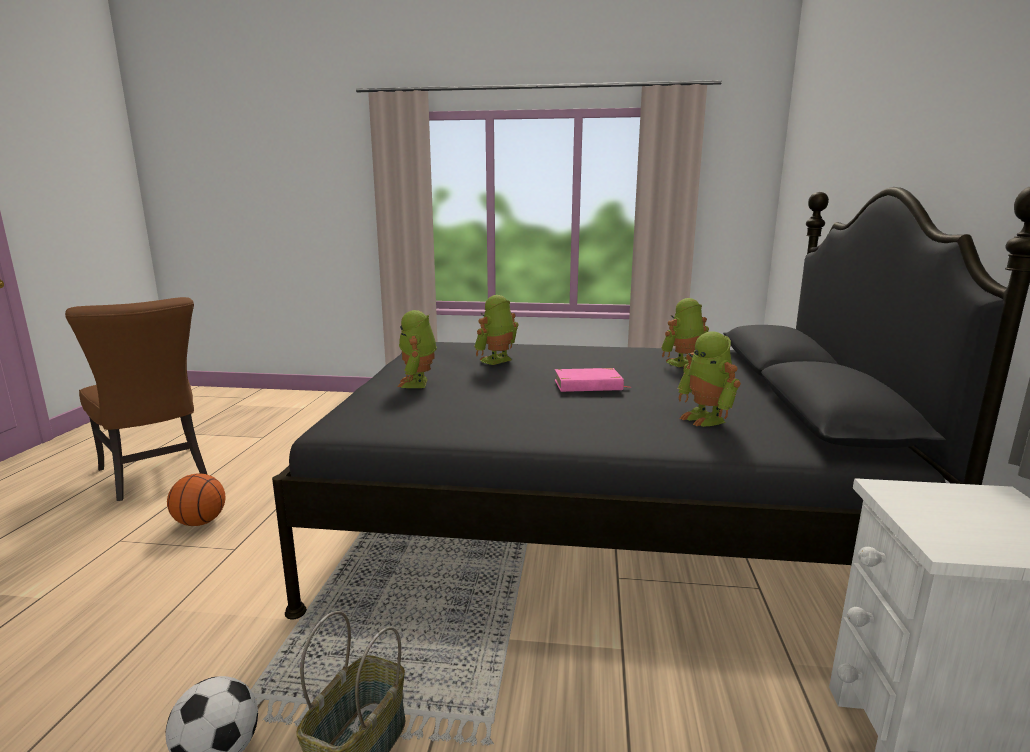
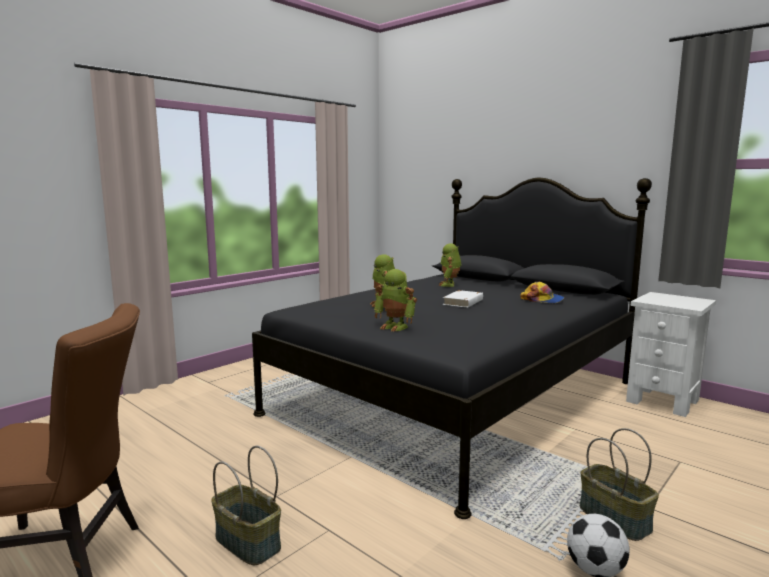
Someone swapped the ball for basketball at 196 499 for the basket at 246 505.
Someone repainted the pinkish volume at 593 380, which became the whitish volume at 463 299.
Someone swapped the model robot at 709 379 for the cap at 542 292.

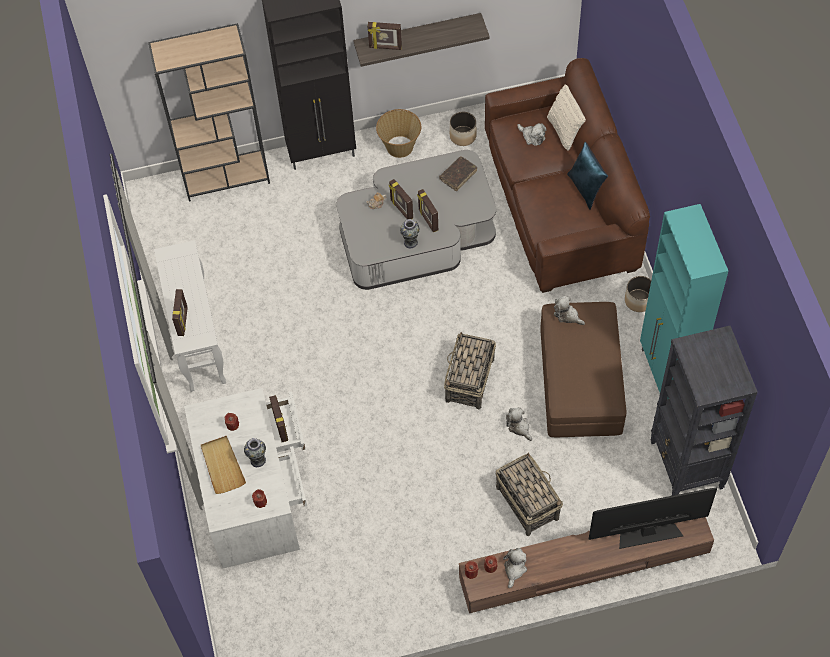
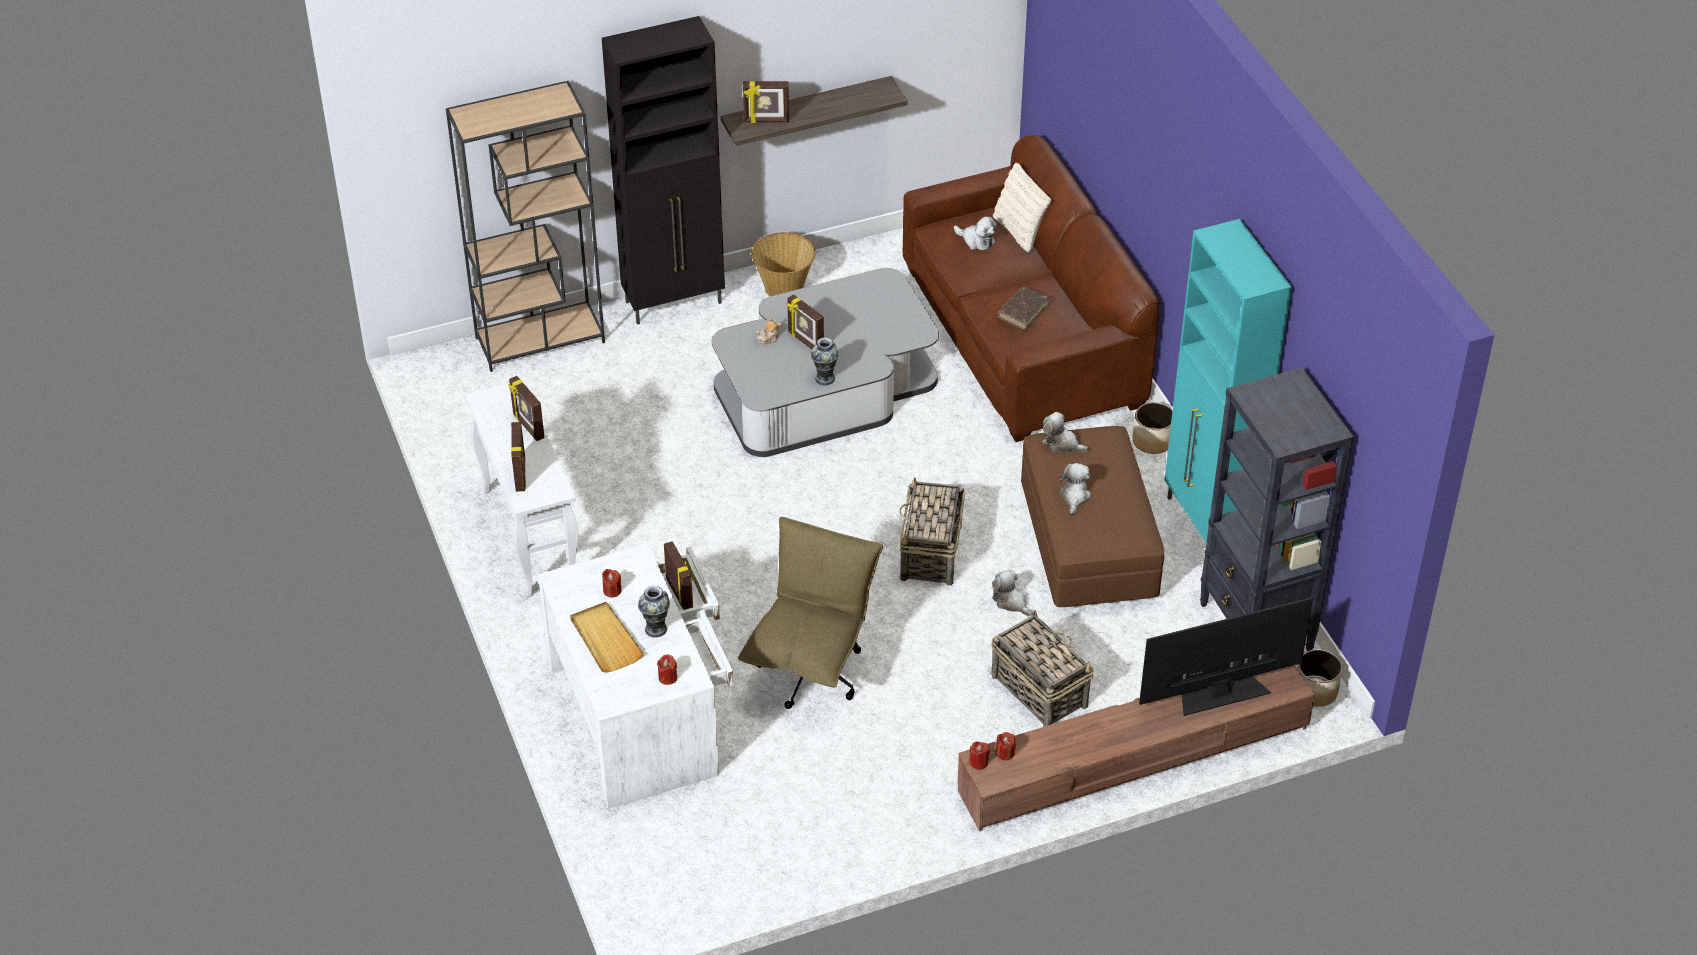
Someone carried the photo frame from 427 210 to 526 408.
Someone put down the sand-coloured desk chair at 810 613.
Someone carried the brown volume from 458 173 to 1023 308.
Someone carried the cuddly toy from 515 568 to 1074 489.
Someone carried the plant pot from 463 129 to 1319 678.
Someone took away the blue throw pillow at 587 176.

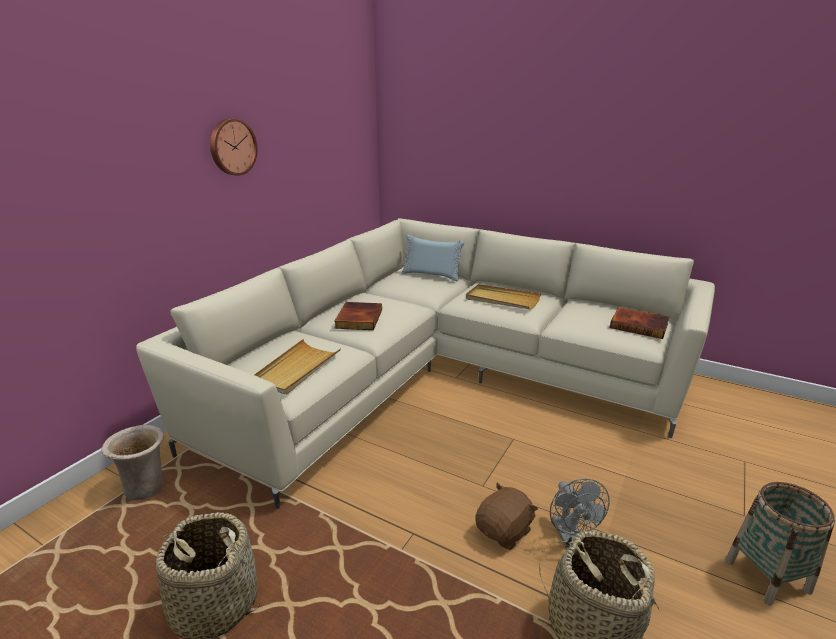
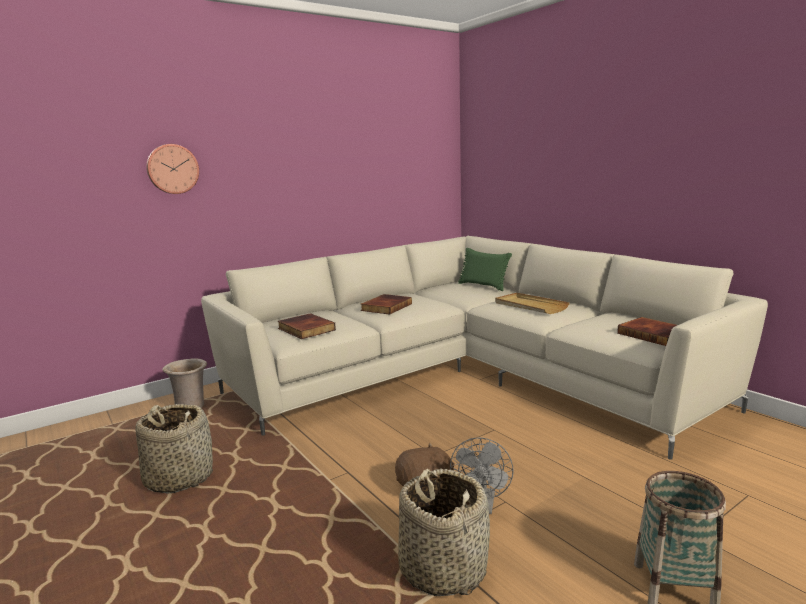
Someone carried the wall clock from 234 147 to 172 169.
Someone swapped the sand-coloured carrying tray at 297 367 for the volume at 307 326.
Someone repainted the blue throw pillow at 433 258, which became the greenish throw pillow at 485 269.

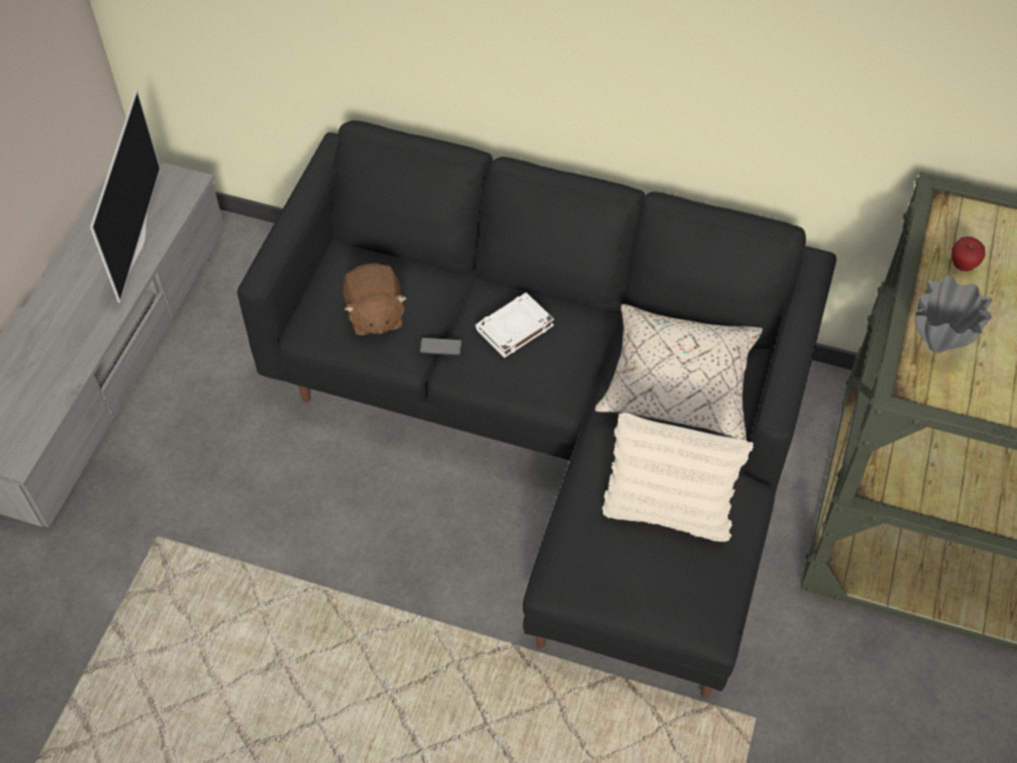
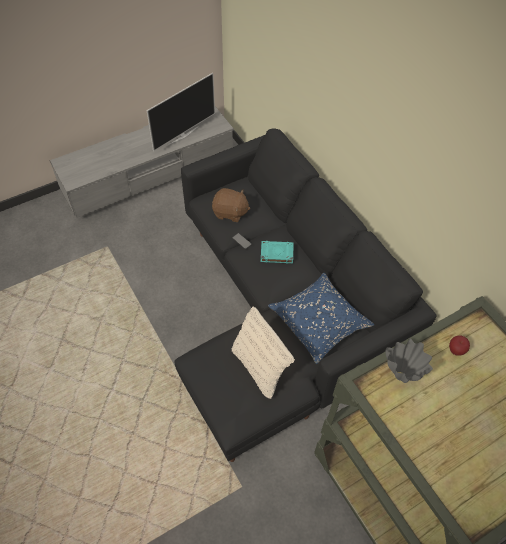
Someone rotated the brown cuddly toy at 375 299 by 105 degrees counterclockwise.
Someone repainted the whitish volume at 514 325, which became the turquoise volume at 277 252.
Someone repainted the sand-coloured throw pillow at 679 372, which became the blue throw pillow at 321 318.

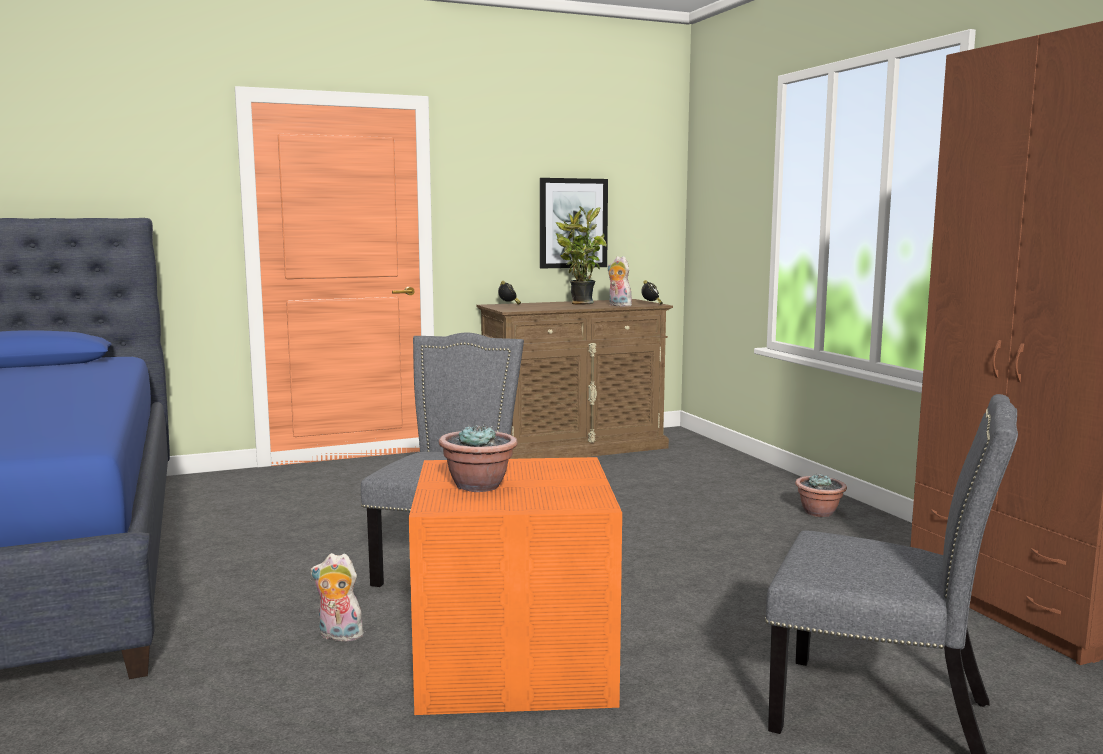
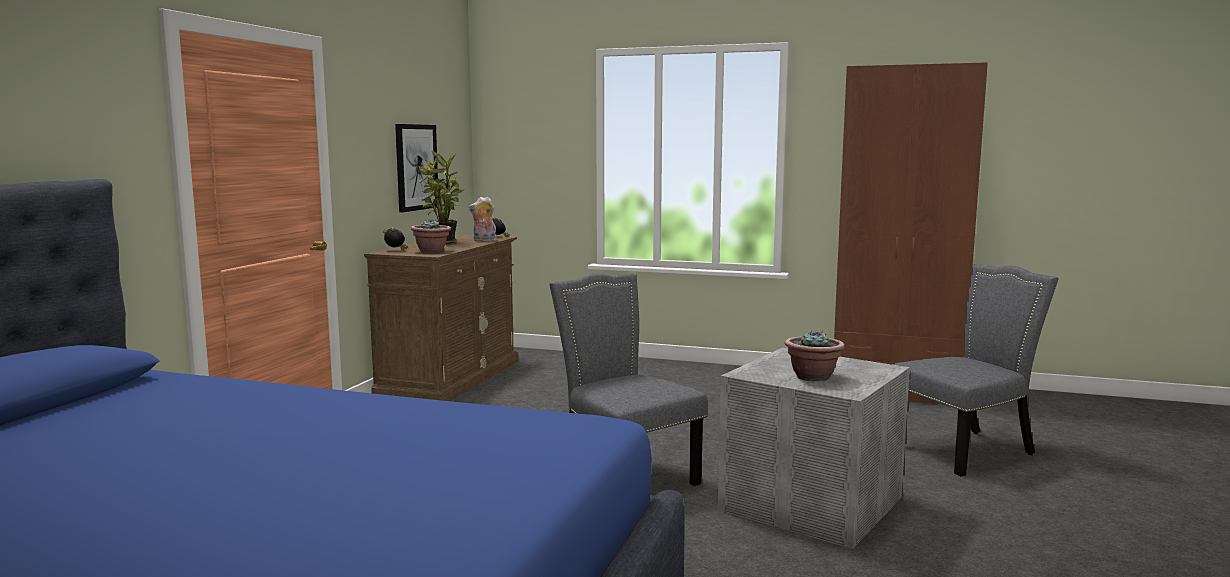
Someone carried the potted plant from 821 495 to 431 236.
Someone repainted the orange storage box at 515 586, which became the grey storage box at 814 448.
Someone took away the cuddly toy at 338 597.

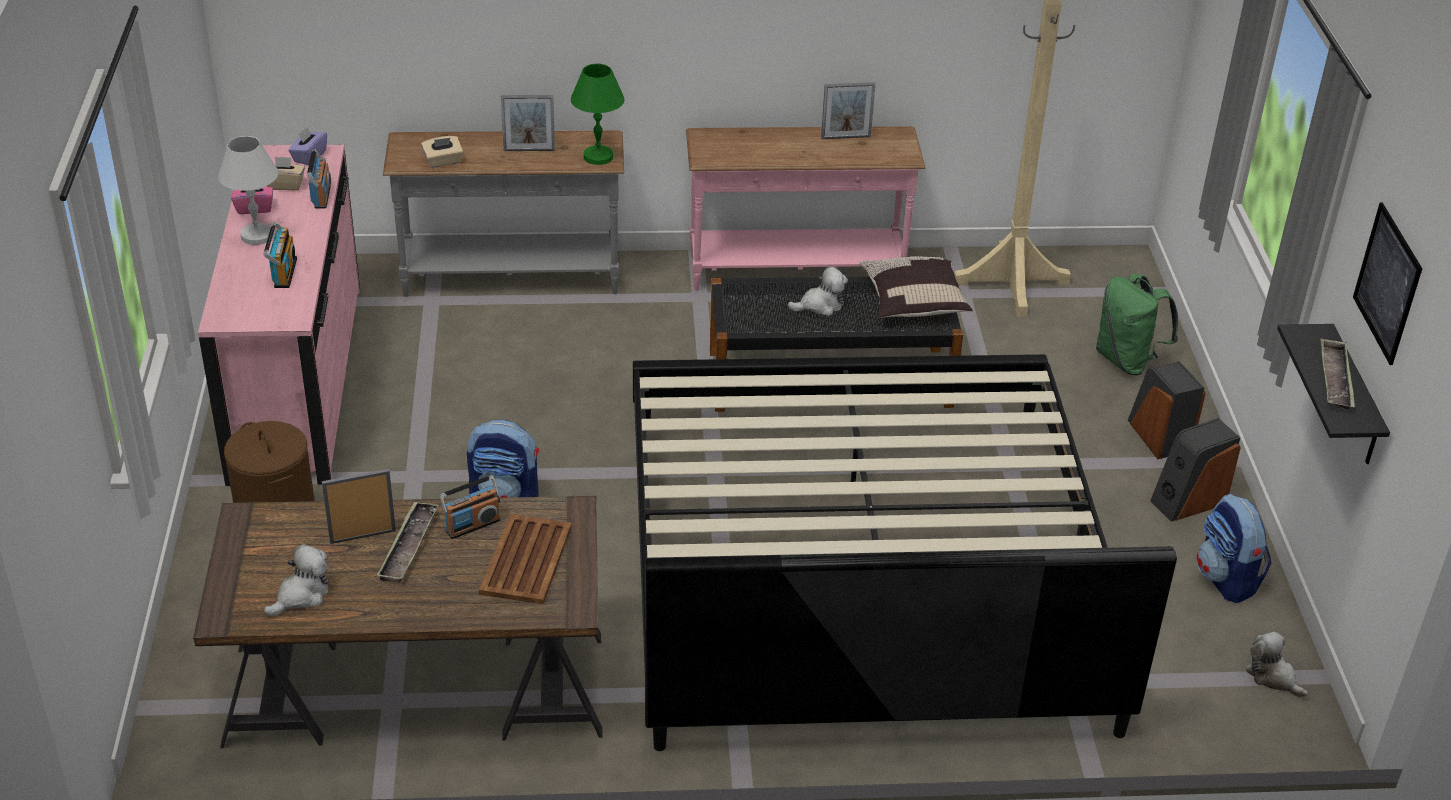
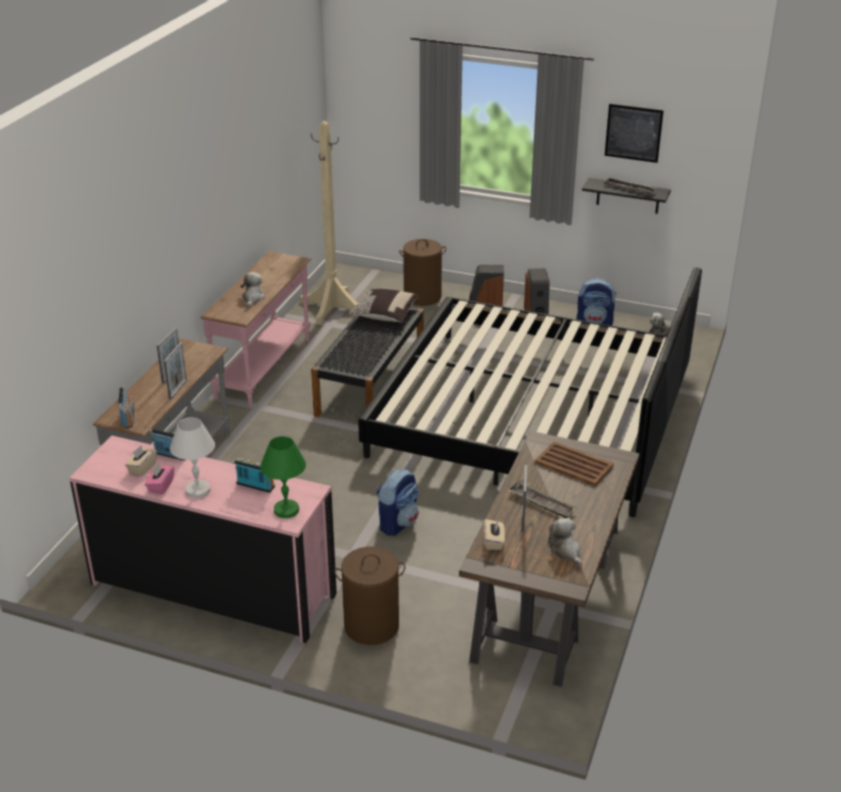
Someone carried the radio set from 470 507 to 126 407.
Someone carried the photo frame from 848 110 to 175 371.
Someone carried the cuddly toy from 818 291 to 252 289.
Someone carried the greenish table lamp from 597 114 to 283 477.
Someone swapped the greenish backpack at 1137 324 for the brown laundry basket at 422 272.
Someone carried the sand-coloured tissue holder from 442 152 to 494 534.
Someone took away the purple tissue holder at 307 145.

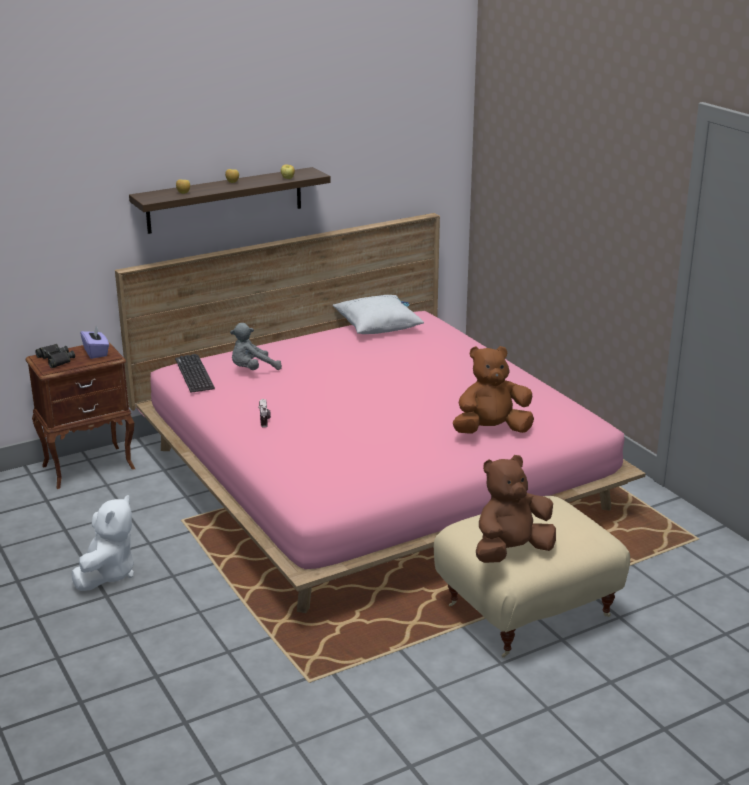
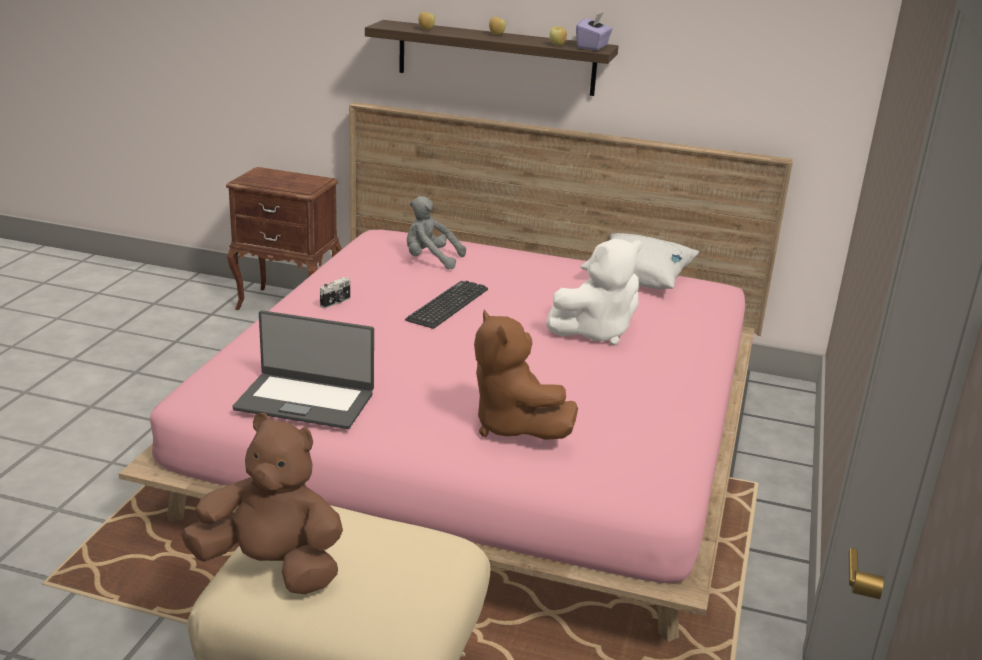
Someone put down the laptop at 303 369.
Someone carried the computer keyboard from 195 373 to 446 305.
Someone rotated the brown cuddly toy at 493 390 by 150 degrees counterclockwise.
Someone carried the whitish cuddly toy from 103 543 to 594 292.
Someone carried the purple tissue holder from 94 343 to 594 31.
Someone took away the blackish pair of binoculars at 55 356.

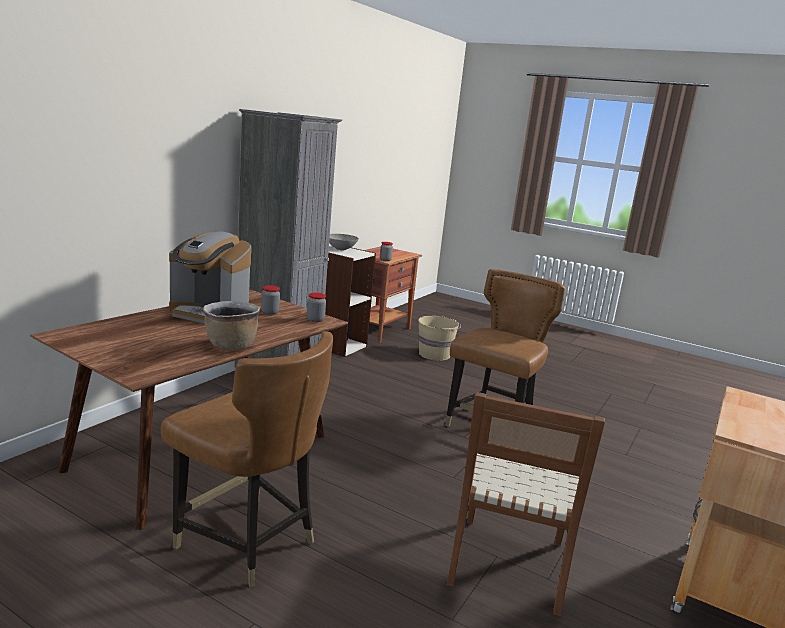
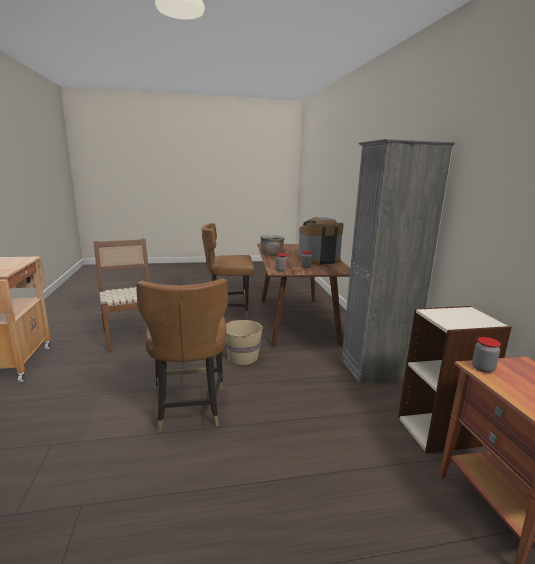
Someone carried the sand-coloured water bucket from 439 338 to 244 342.
Someone took away the grey serving bowl at 344 242.

